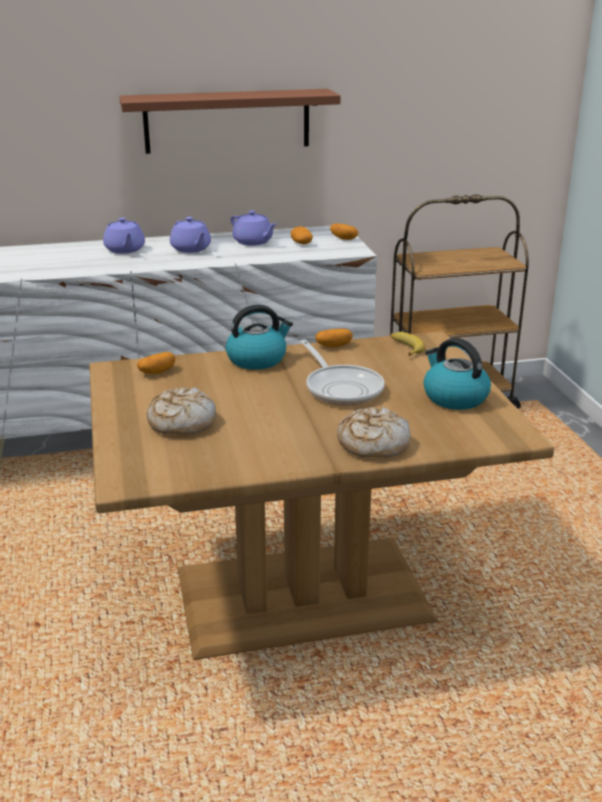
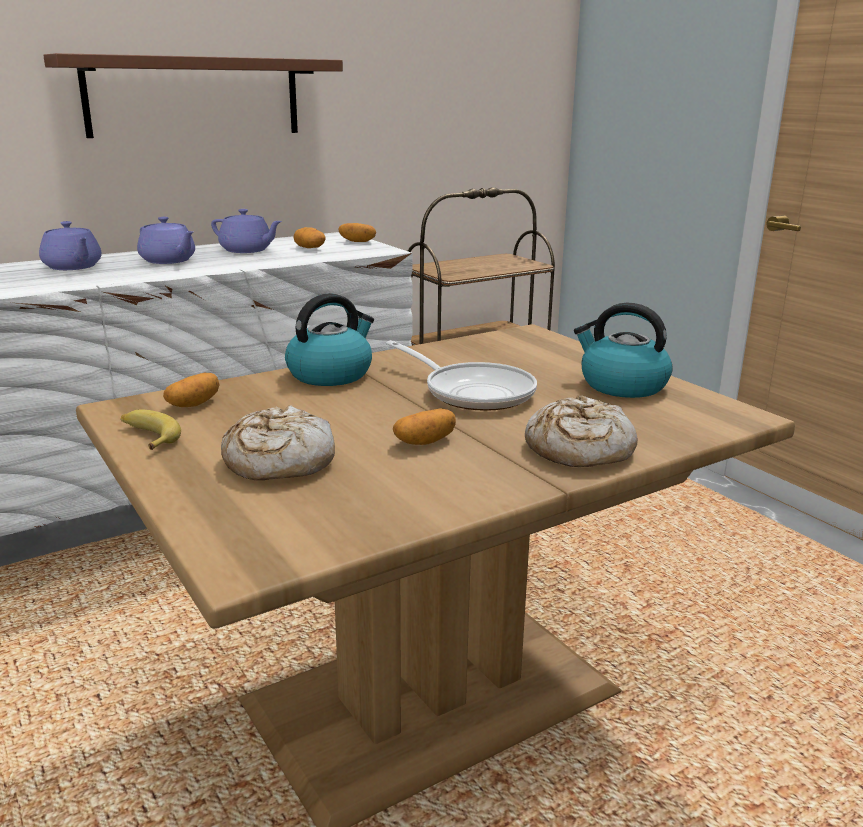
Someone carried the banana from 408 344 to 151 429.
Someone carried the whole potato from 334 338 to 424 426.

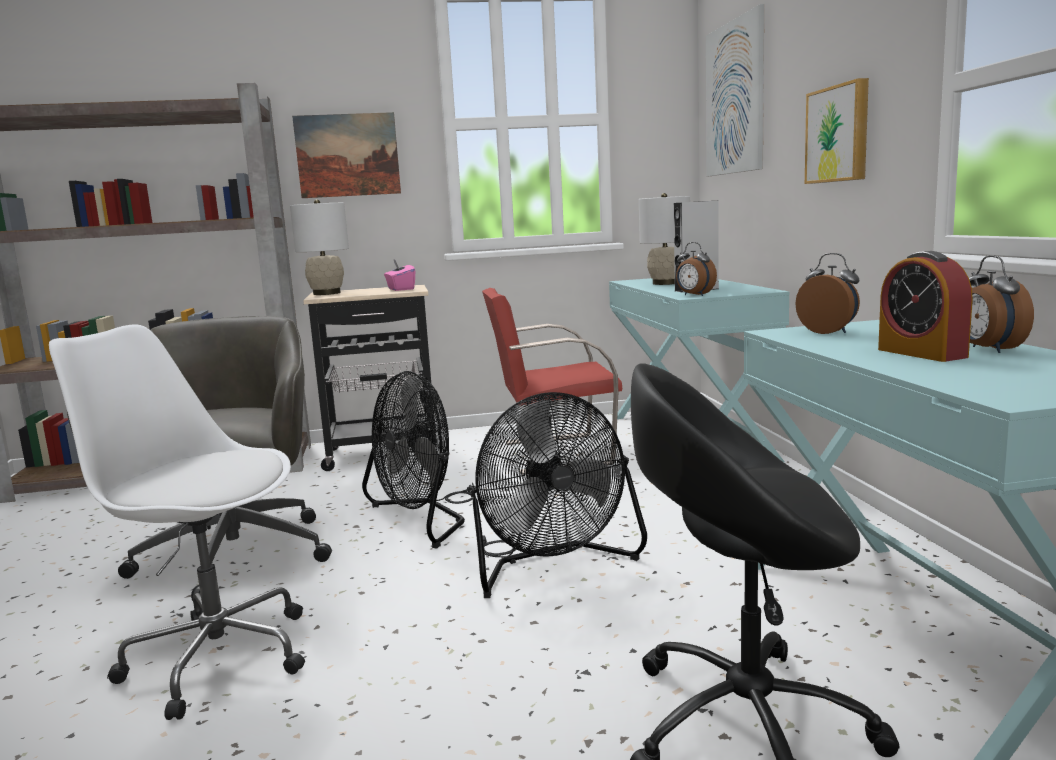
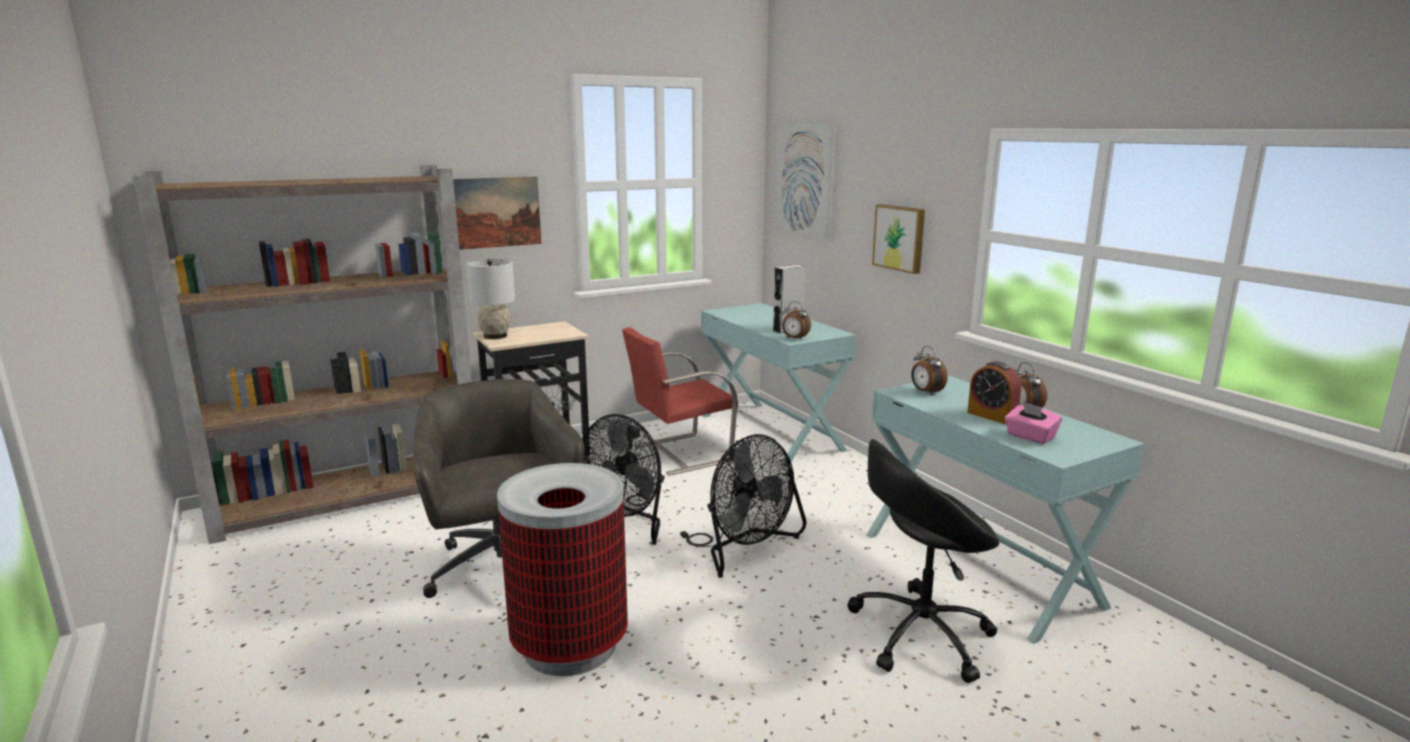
Someone swapped the whitish desk chair at 177 522 for the waste bin at 562 569.
Someone rotated the table clock at 827 293 by 150 degrees counterclockwise.
Someone carried the pinkish tissue holder from 399 275 to 1033 423.
Someone took away the whitish table lamp at 664 239.

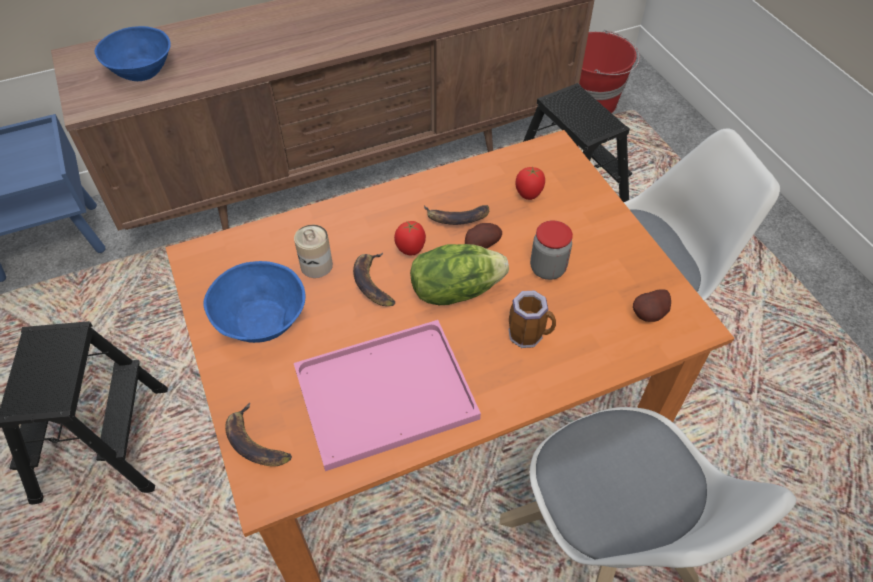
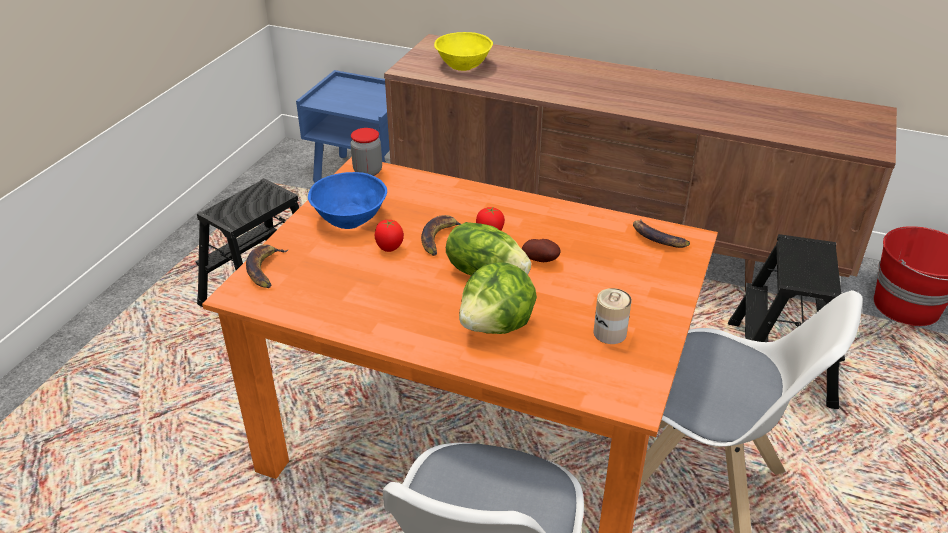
Someone carried the preserve jar from 551 250 to 366 152.
Someone carried the fresh tomato from 530 183 to 389 236.
Someone repainted the blue serving bowl at 132 53, which became the yellow serving bowl at 463 51.
Someone swapped the mug at 532 319 for the lettuce at 498 298.
Someone carried the sealed can from 313 251 to 612 316.
Someone carried the banana from 456 215 to 661 234.
Someone took away the pinkish carrying tray at 387 395.
Someone took away the whole potato at 652 305.

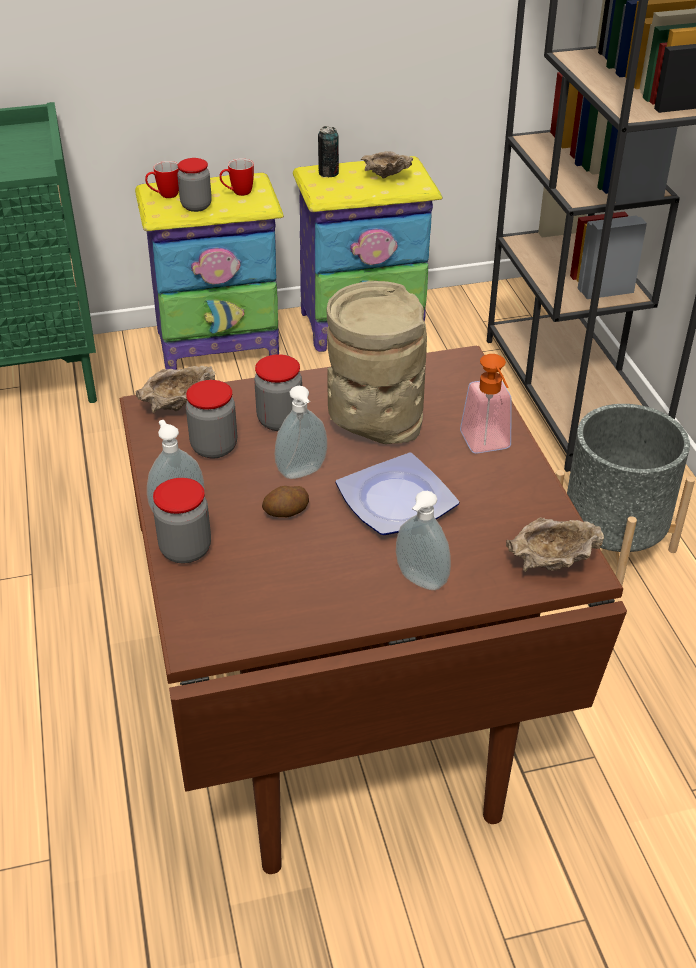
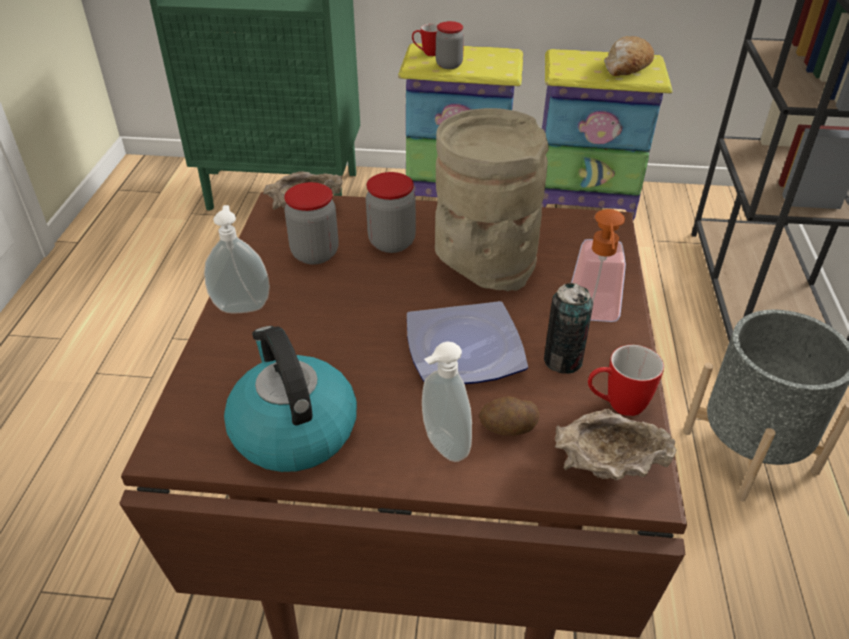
Someone put down the kettle at 290 399.
Someone carried the whole potato from 285 501 to 509 416.
Someone carried the sealed can from 328 151 to 568 328.
Someone carried the mug from 236 177 to 626 380.
Someone swapped the sand-coloured serving bowl at 387 165 for the baked bread at 629 56.
Someone took away the preserve jar at 182 520.
Someone took away the soap dispenser at 301 432.

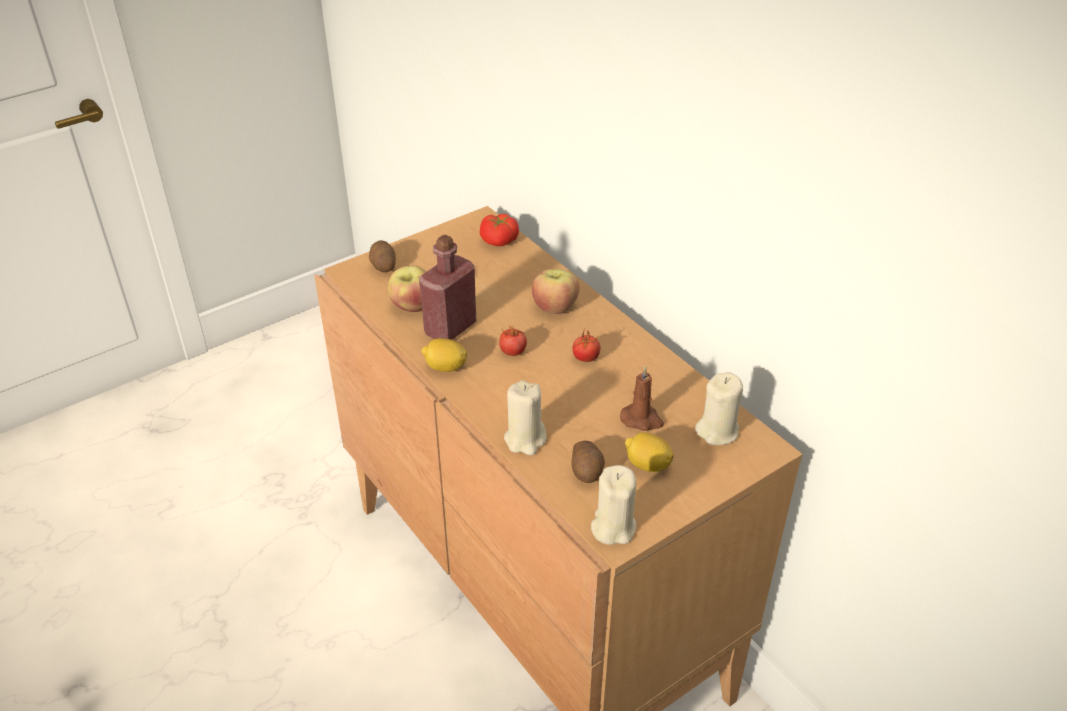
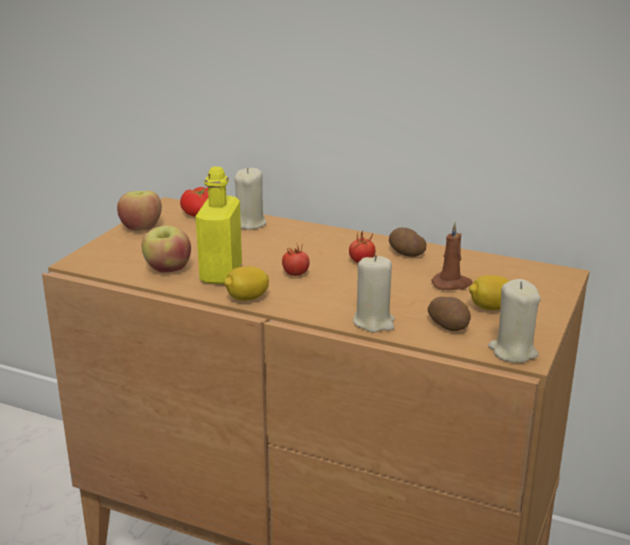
Someone carried the apple fruit from 555 291 to 139 211.
Someone repainted the reddish beverage bottle at 447 287, which became the yellow beverage bottle at 218 225.
Someone carried the sand-coloured wax light from 719 408 to 250 199.
Someone carried the whole potato from 382 256 to 408 242.

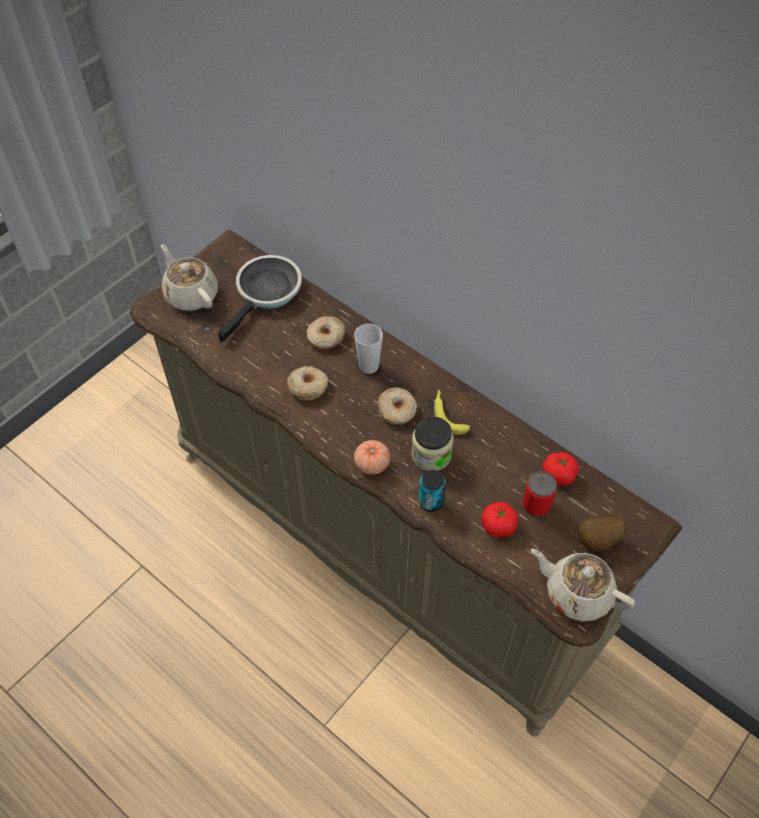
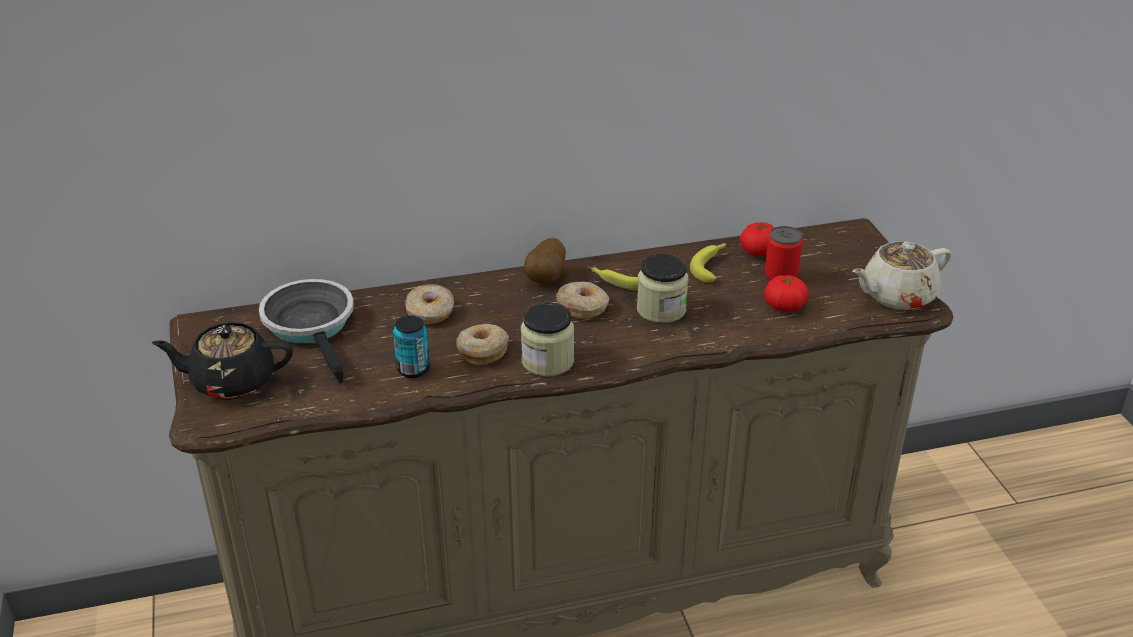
Someone repainted the sand-coloured pot for tea at 189 277, which became the blackish pot for tea at 222 361.
Someone carried the sealed can from 432 491 to 411 346.
Someone put down the preserve jar at 547 339.
Someone carried the whole potato from 602 534 to 545 261.
Someone put down the banana at 708 263.
Someone took away the drinking cup at 368 349.
Someone took away the fresh tomato at 372 457.

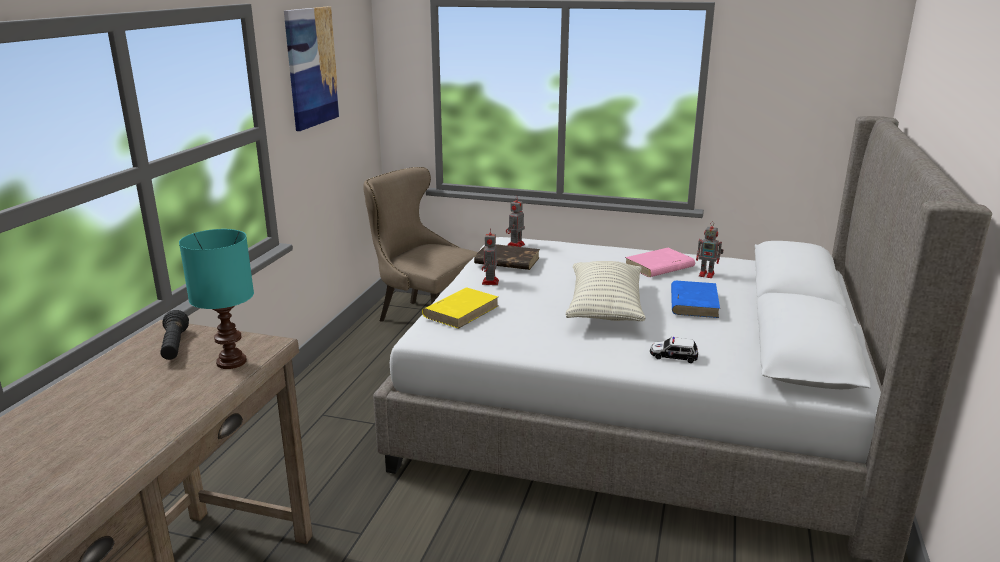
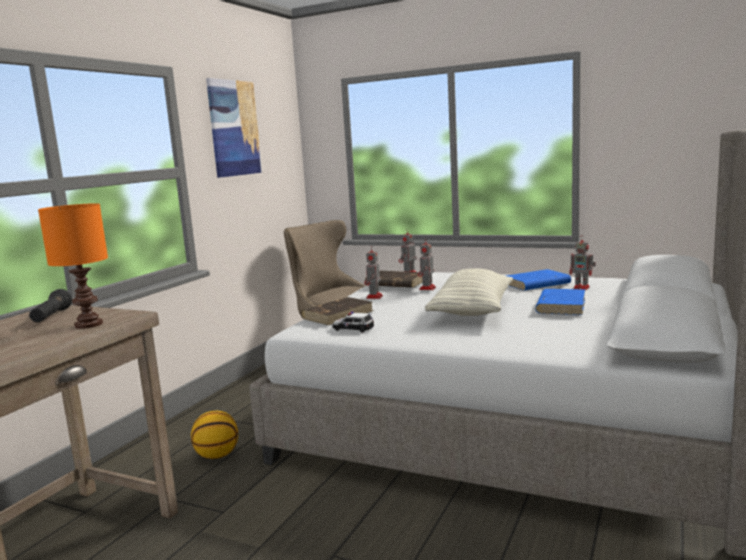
Someone repainted the turquoise table lamp at 216 299, which became the orange table lamp at 73 266.
Someone put down the ball for basketball at 214 435.
Someone repainted the yellow volume at 460 308, which became the brown volume at 337 311.
Someone carried the model car from 674 350 to 353 322.
Someone put down the model robot at 427 264.
Someone repainted the pinkish volume at 660 262, which became the blue volume at 539 280.

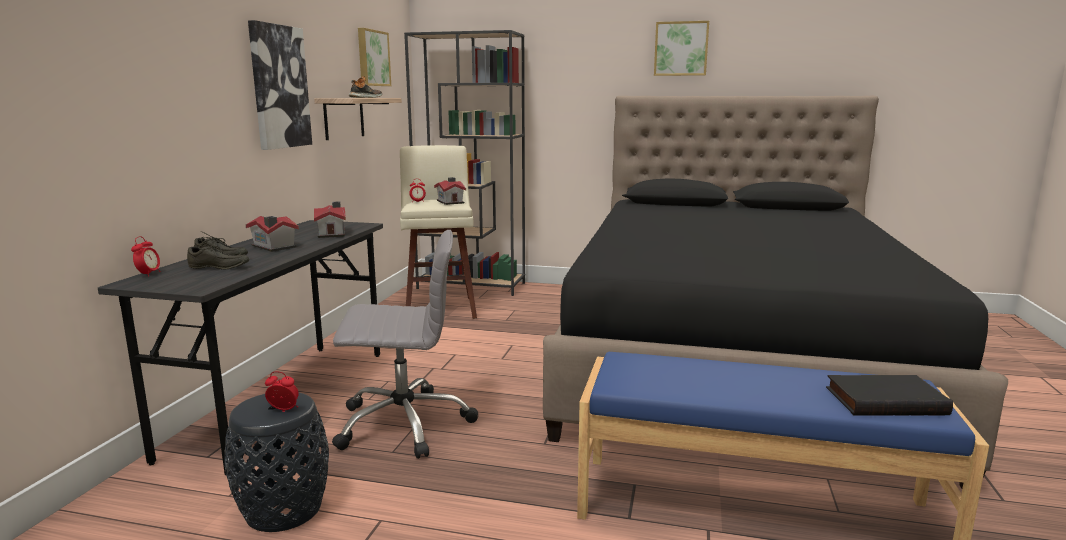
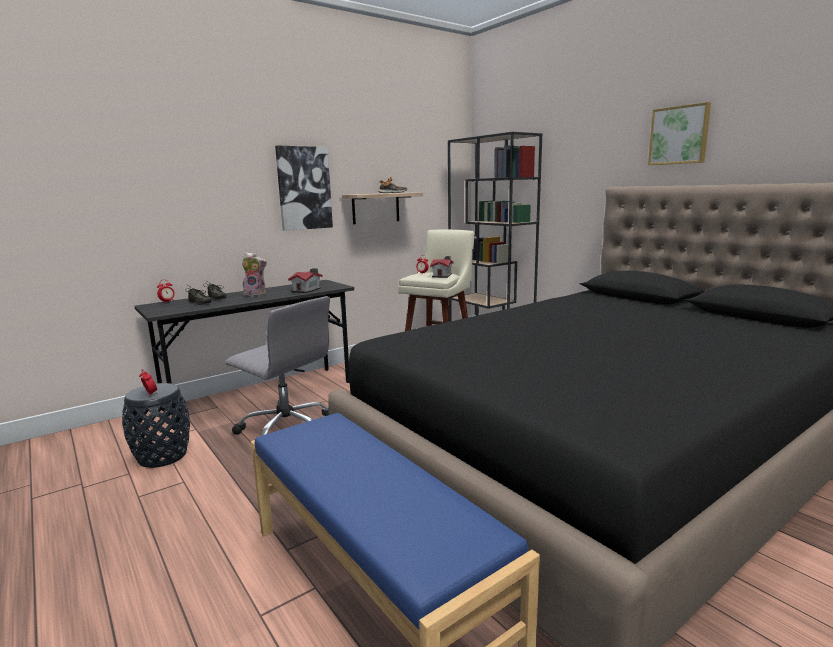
Someone swapped the model house at 272 234 for the cuddly toy at 254 274.
Someone took away the wall art at 374 57.
Someone took away the blackish volume at 889 395.

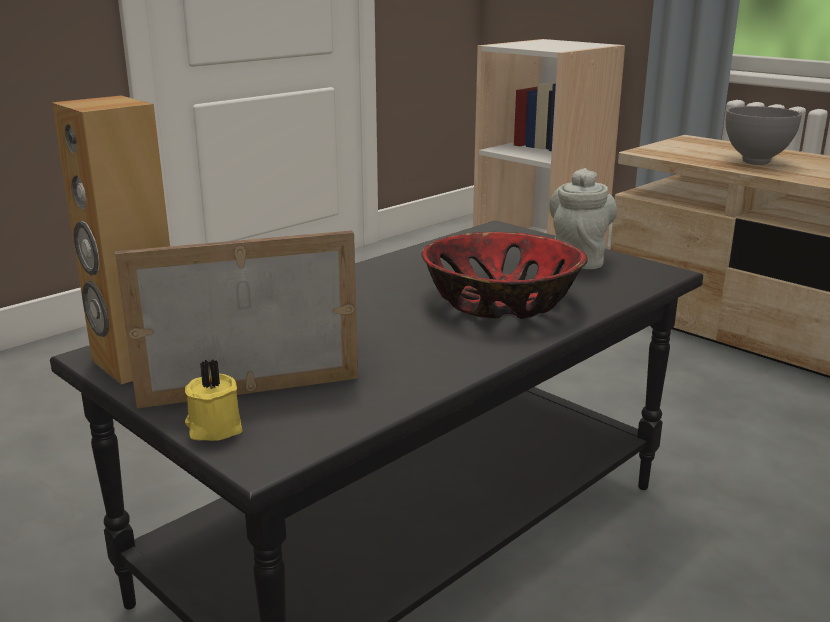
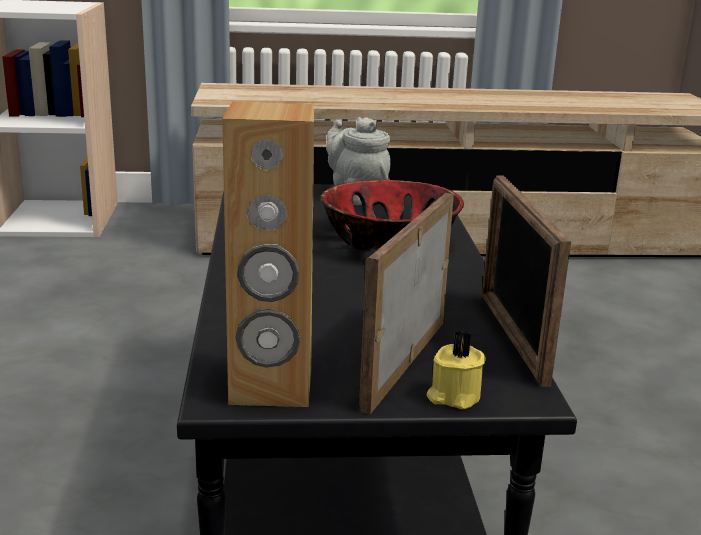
Someone put down the photo frame at 526 281.
Someone took away the grey serving bowl at 764 135.

